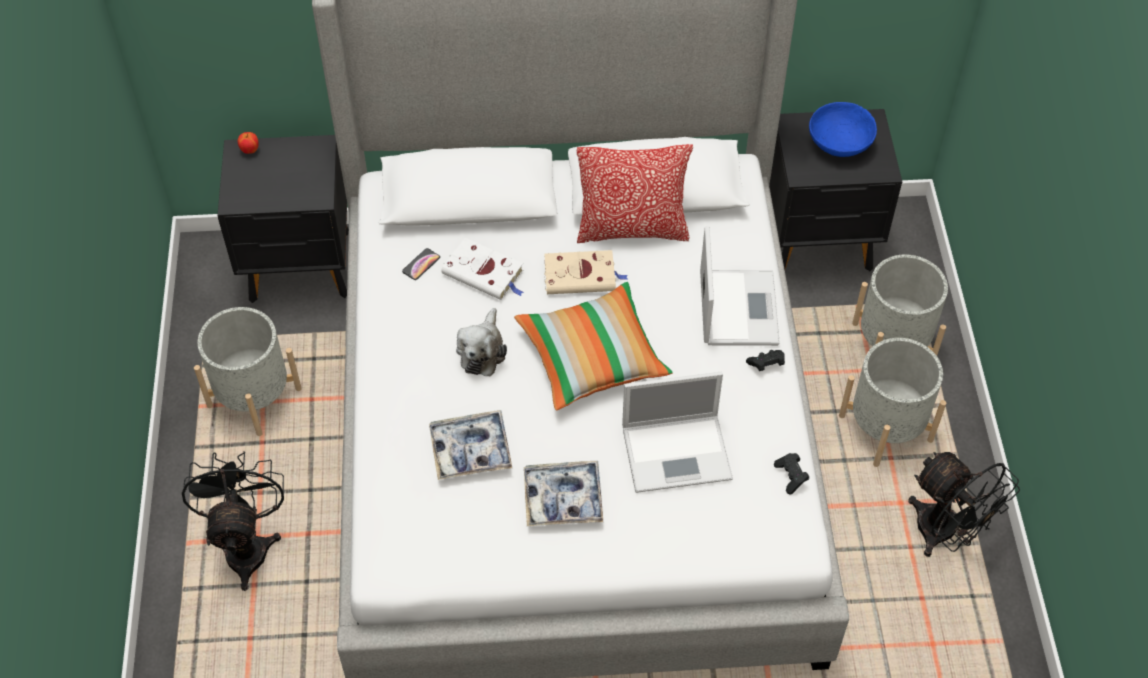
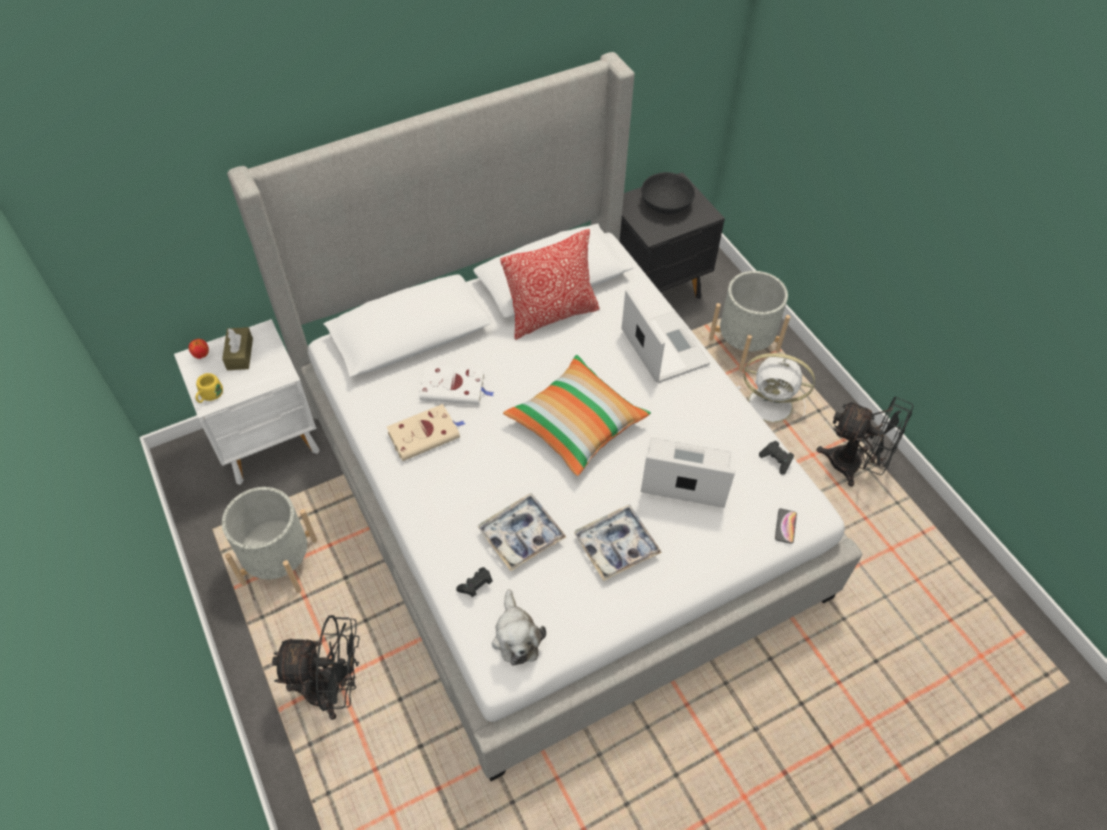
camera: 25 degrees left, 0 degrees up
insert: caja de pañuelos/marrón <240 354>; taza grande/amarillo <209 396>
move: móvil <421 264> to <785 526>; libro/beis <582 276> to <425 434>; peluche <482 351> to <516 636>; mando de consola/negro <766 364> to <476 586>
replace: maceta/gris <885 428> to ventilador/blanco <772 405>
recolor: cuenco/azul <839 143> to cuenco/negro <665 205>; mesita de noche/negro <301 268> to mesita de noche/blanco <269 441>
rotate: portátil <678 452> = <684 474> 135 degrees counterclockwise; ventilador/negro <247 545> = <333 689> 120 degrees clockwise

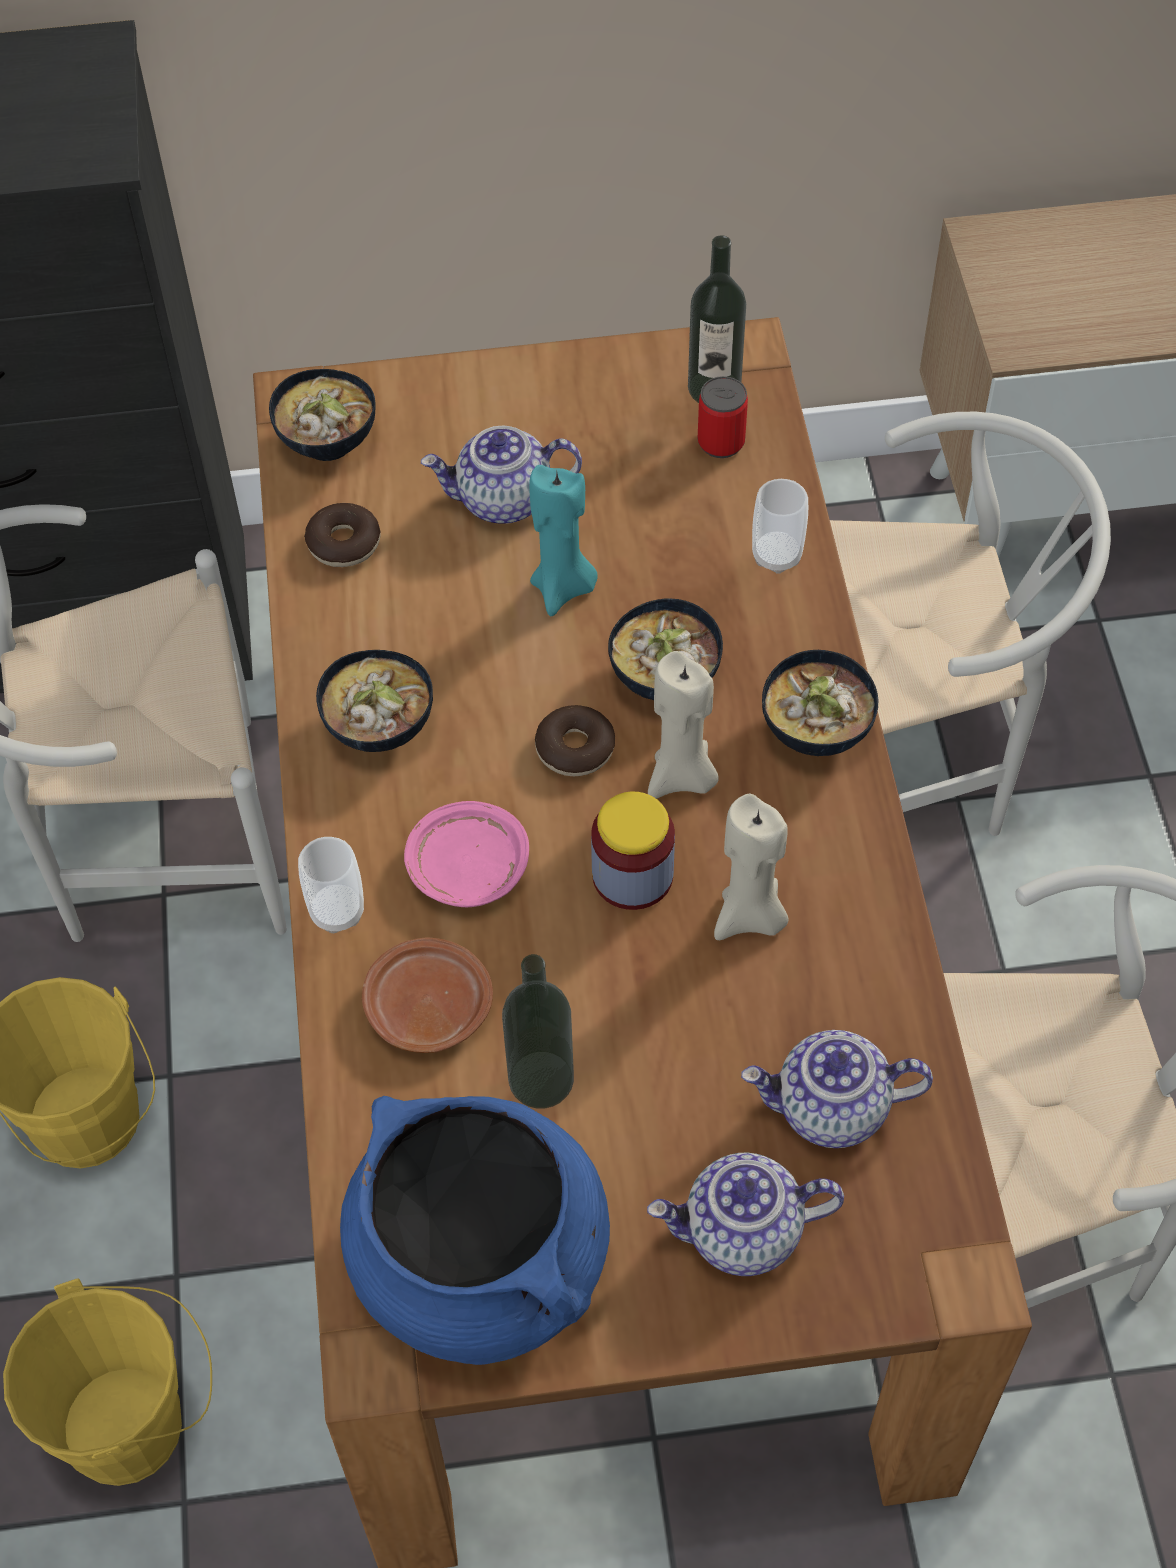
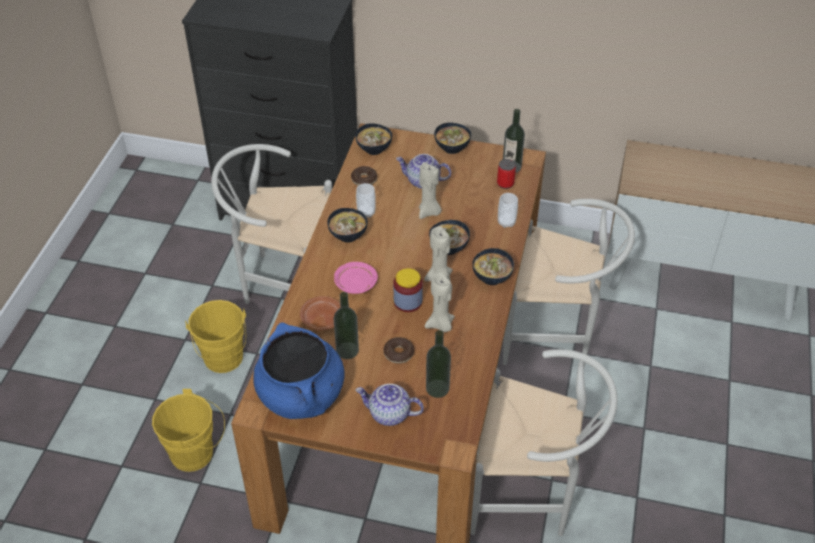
camera: 20 degrees right, 10 degrees down
insert: cuenco <452 147>
move: rosquilla <575 749> to <398 353>; taza <337 911> to <366 213>
replace: tetera <831 1109> to botella <437 388>
recolor: vela/turquesa <563 588> to vela/beis <429 212>

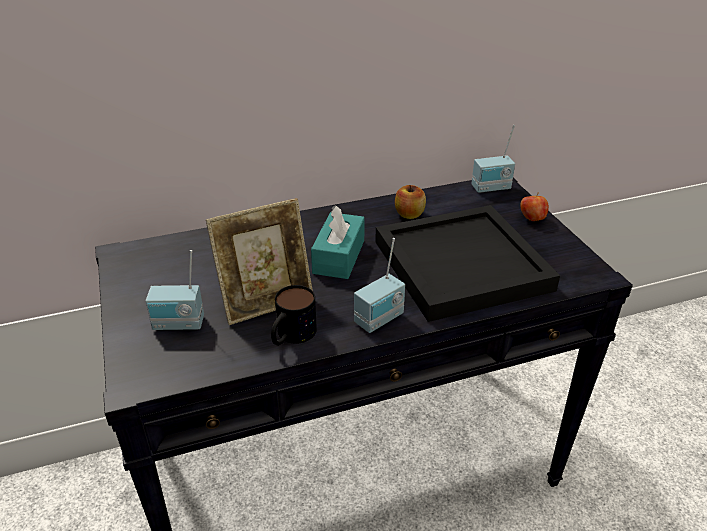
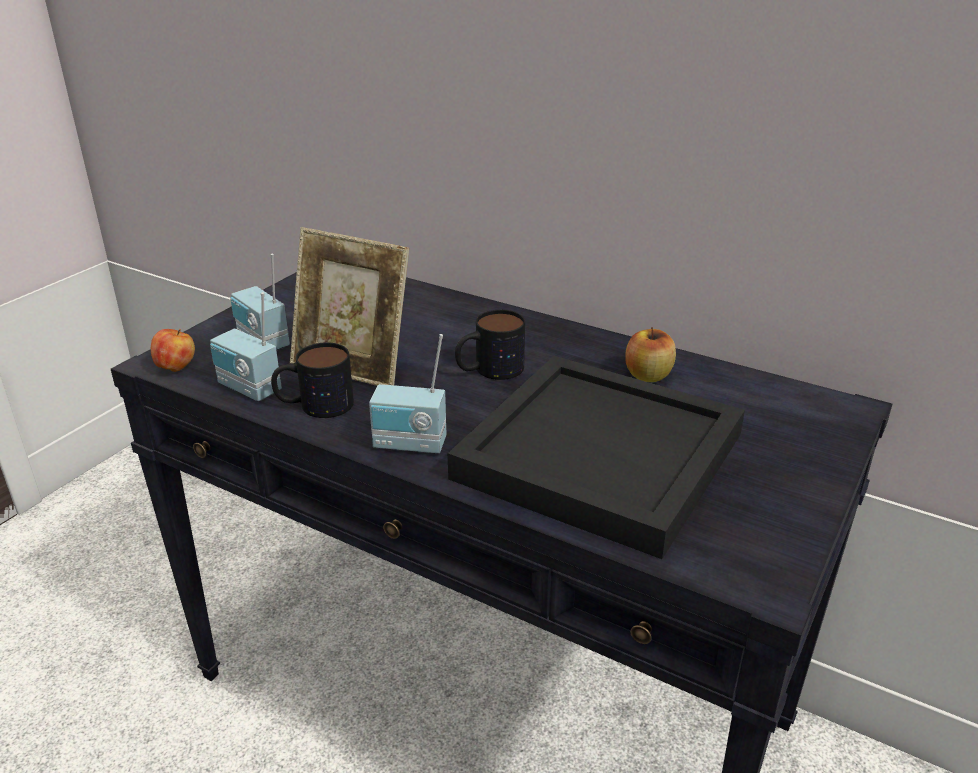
camera: 50 degrees right, 5 degrees down
move: radio <491 188> to <248 389>; manzana <532 219> to <176 367>
replace: caja de pañuelos/turquesa <339 257> to taza grande <489 370>

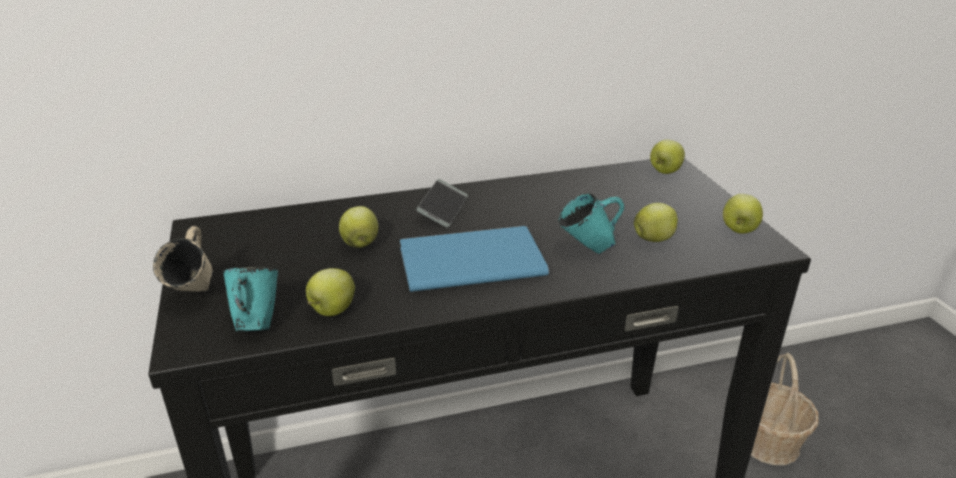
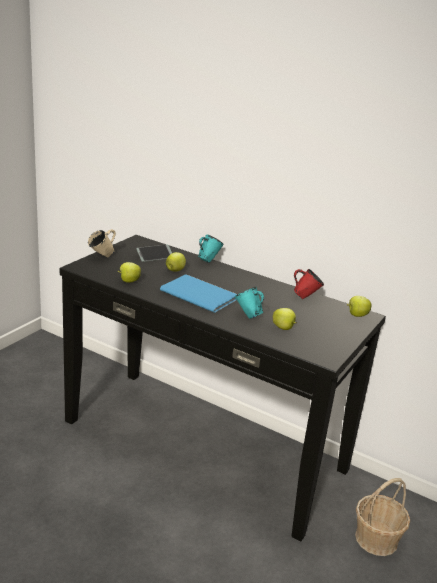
camera: 45 degrees right, 5 degrees down
delete: manzana <739 230>
insert: taza grande/rojo <305 297>
move: móvil <443 209> to <155 256>; taza grande/turquesa <256 324> to <208 260>

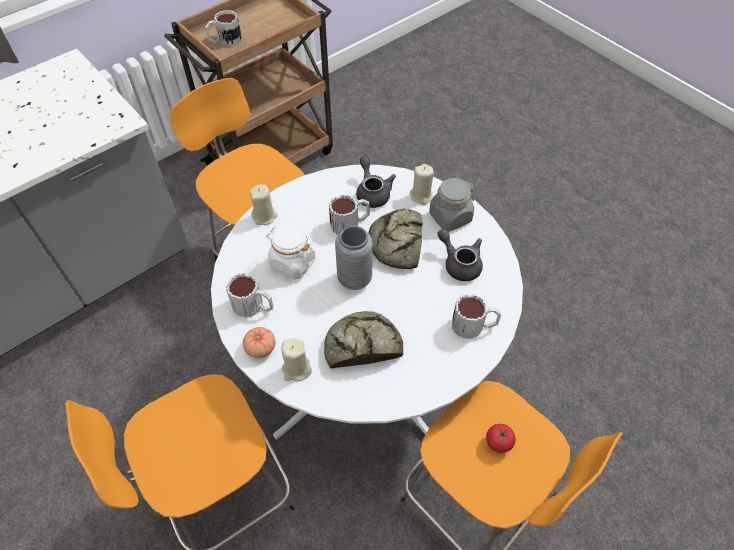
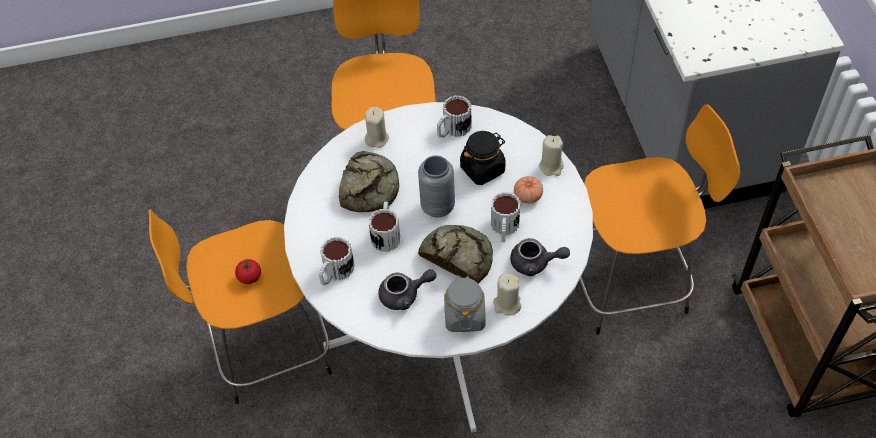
camera: 120 degrees right, 0 degrees up
move: taza grande <225 41> to <386 234>; tomate <260 348> to <528 196>
recolor: tarro/blanco <292 263> to tarro/negro <483 169>

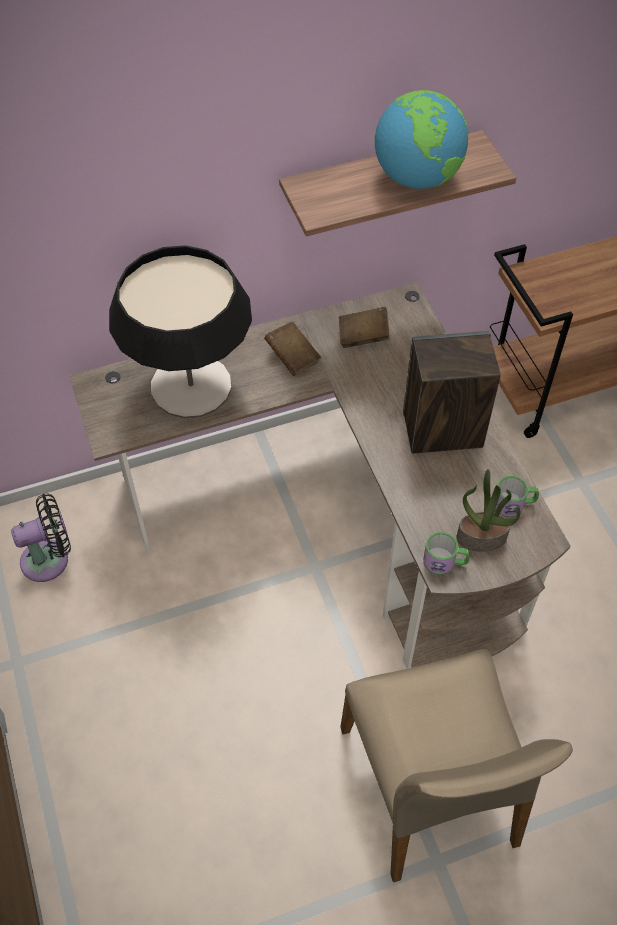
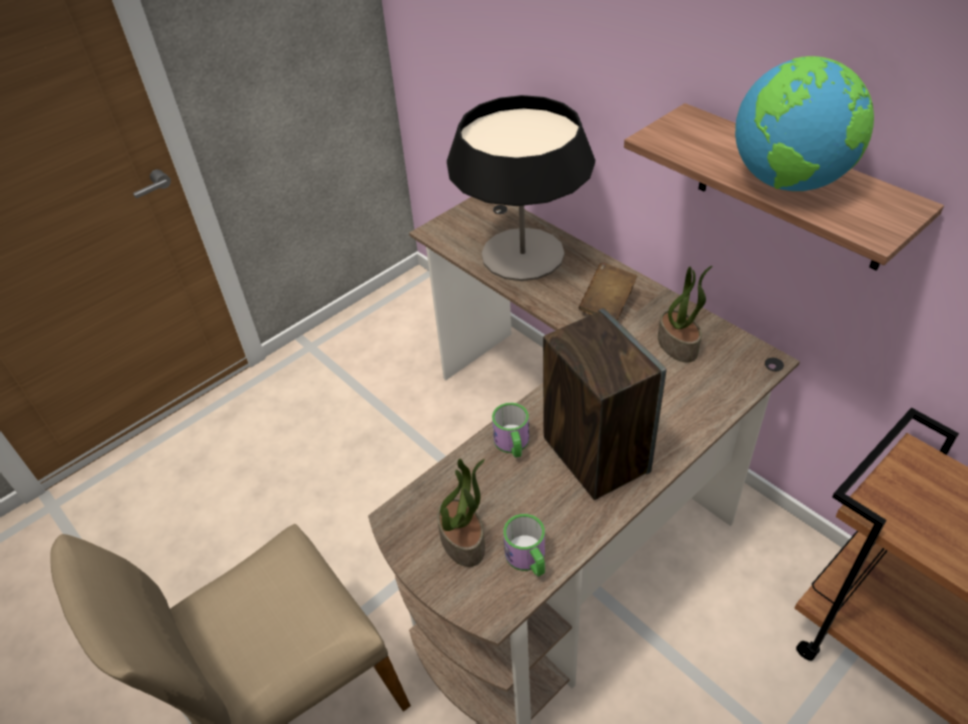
camera: 70 degrees right, 10 degrees down
delete: ventilador/negro <50 559>
move: taza grande <445 562> to <513 444>
replace: libro/marrón <363 336> to planta en maceta <678 345>

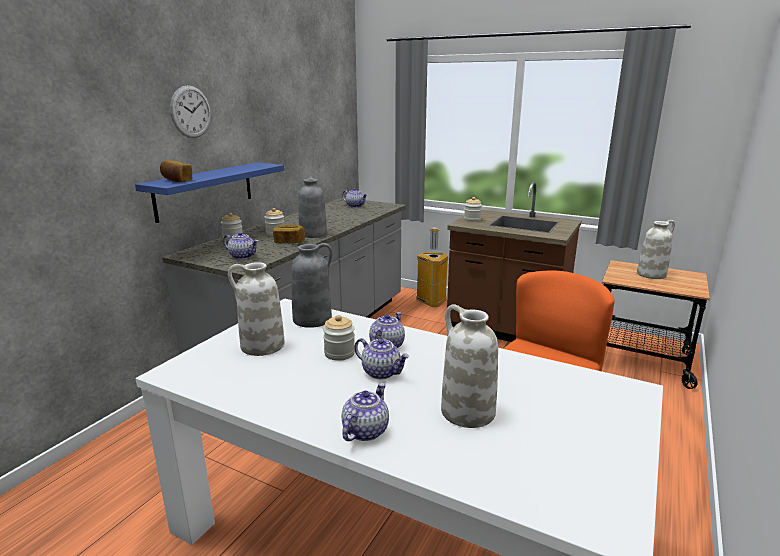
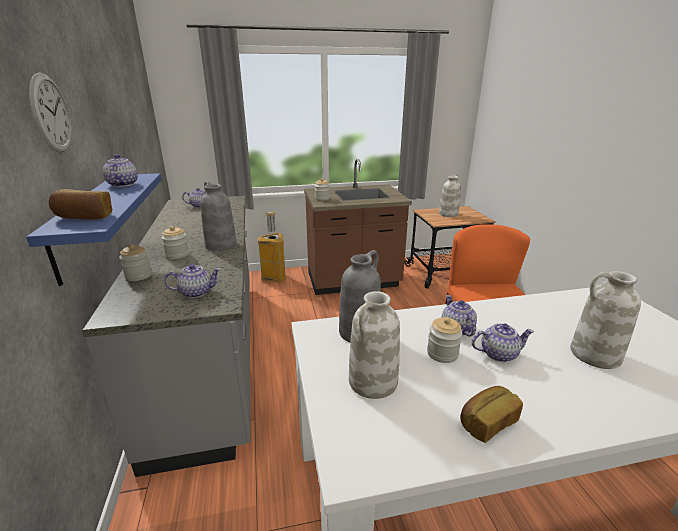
camera: 40 degrees left, 5 degrees up
move: pan <289 242> to <487 423>; tetera <365 430> to <122 184>

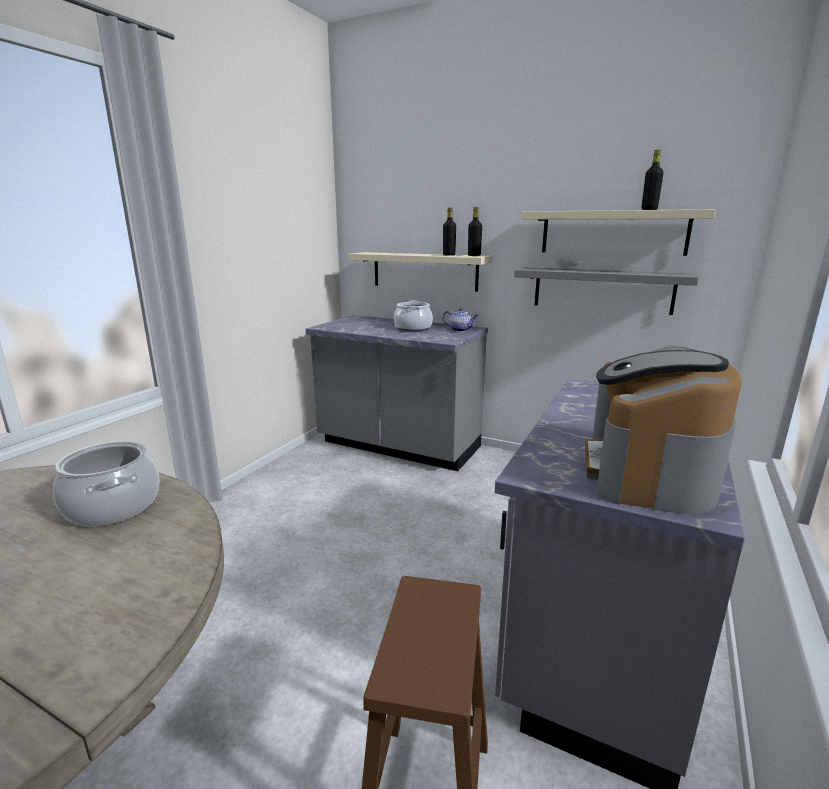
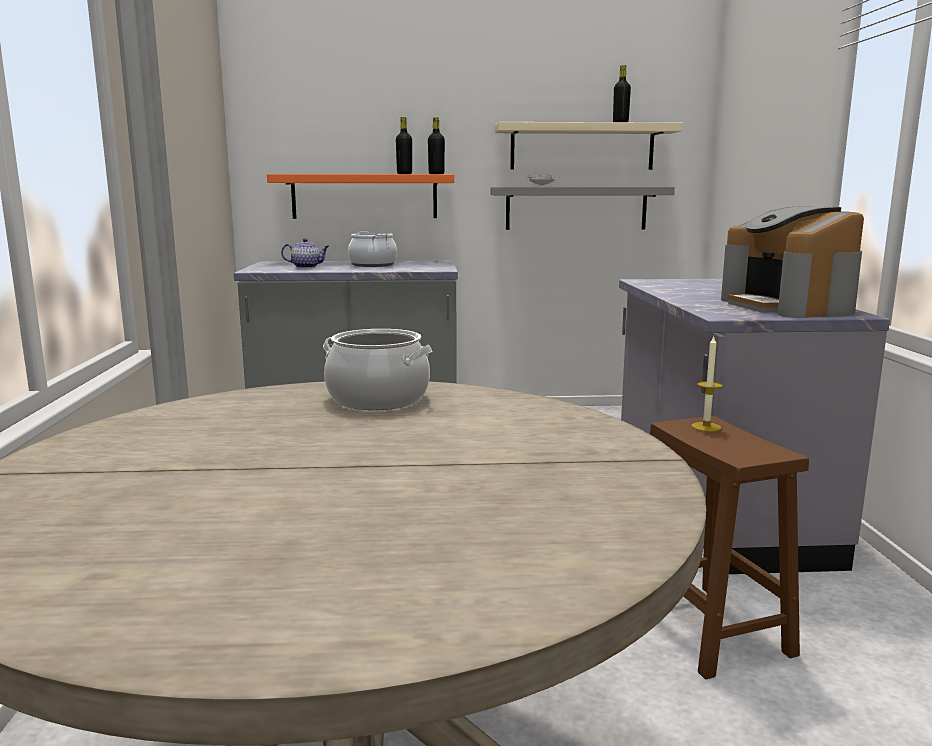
camera: 30 degrees left, 5 degrees down
insert: vela <706 427>
move: tetera <460 330> to <307 267>
recolor: estante/beis <424 271> to estante/naranja <364 196>

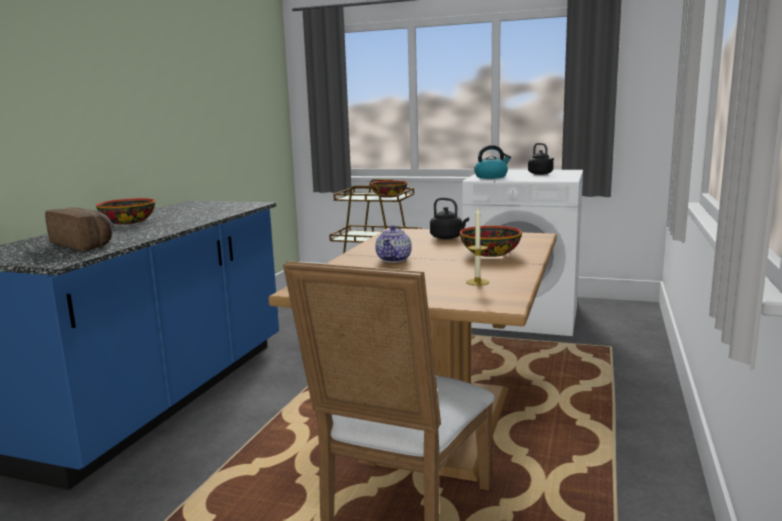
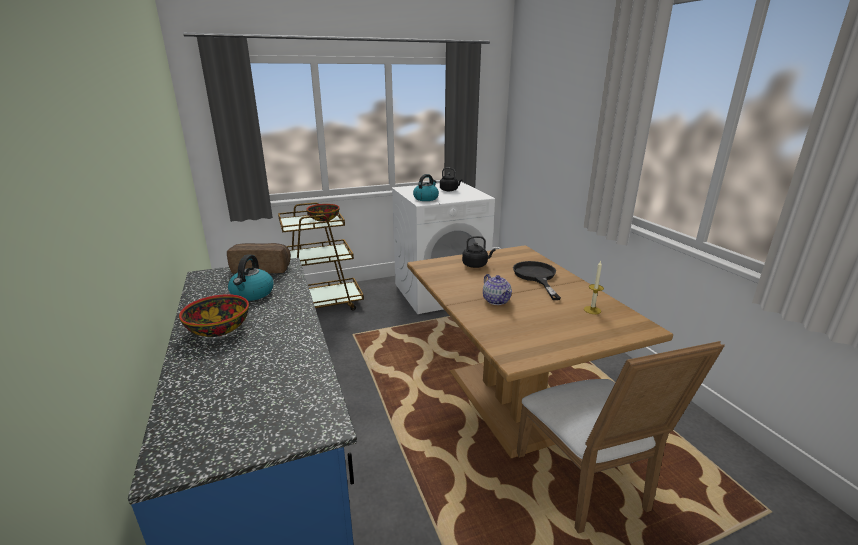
camera: 40 degrees left, 10 degrees up
insert: hervidor <252 294>
move: pan <85 244> to <262 268>
replace: cuenco <489 253> to sartén/negro <536 277>

